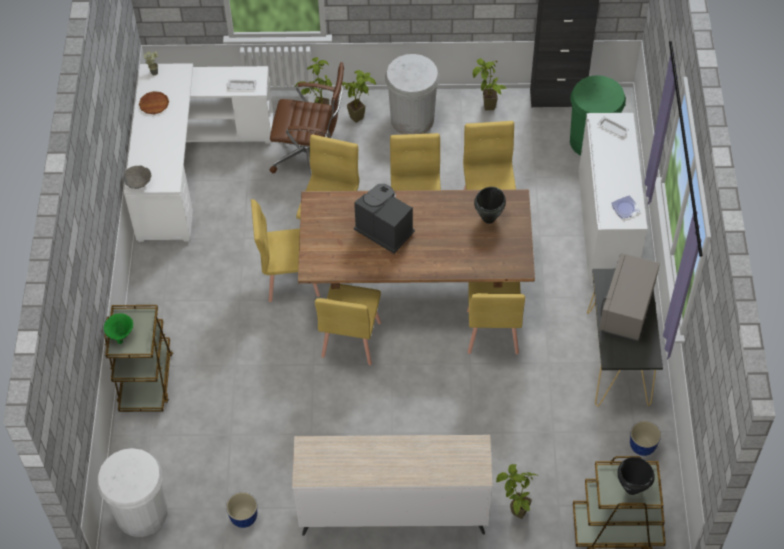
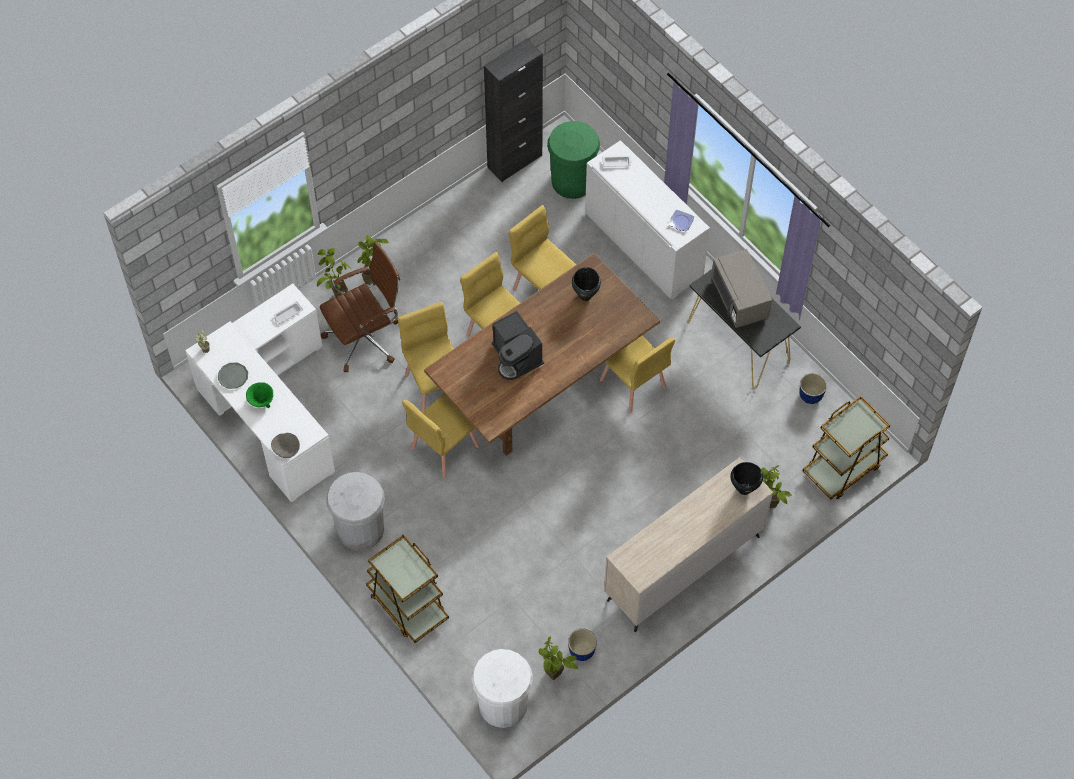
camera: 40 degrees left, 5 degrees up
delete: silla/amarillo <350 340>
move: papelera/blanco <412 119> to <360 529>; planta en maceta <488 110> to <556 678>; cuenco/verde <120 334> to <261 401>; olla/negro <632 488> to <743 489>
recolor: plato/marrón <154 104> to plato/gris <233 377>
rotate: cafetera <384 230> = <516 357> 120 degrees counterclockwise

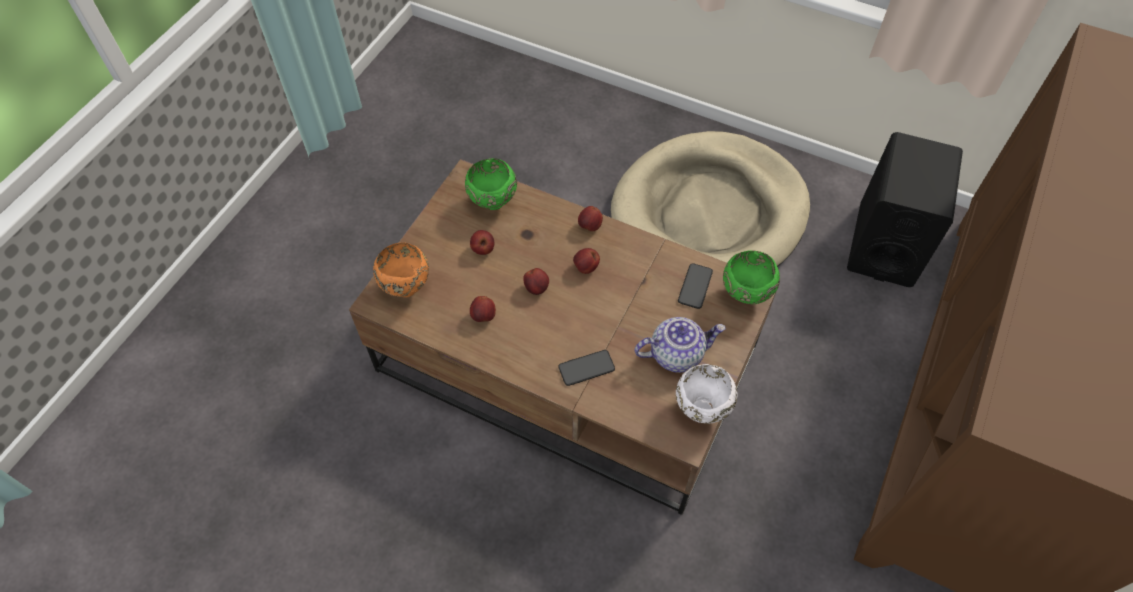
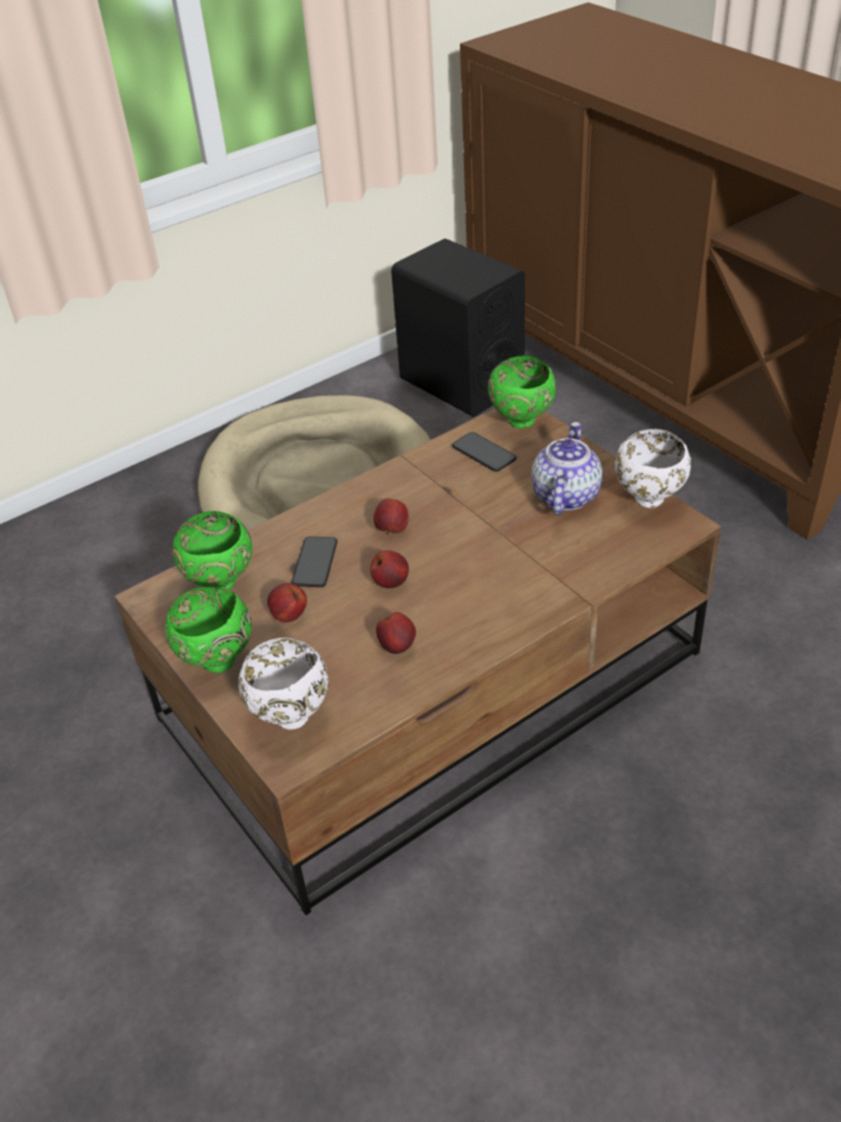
camera: 60 degrees left, 15 degrees down
delete: manzana <590 226>
insert: cuenco/verde <216 662>
move: móvil <586 368> to <315 563>
recolor: cuenco/naranja <406 287> to cuenco/blanco <289 716>

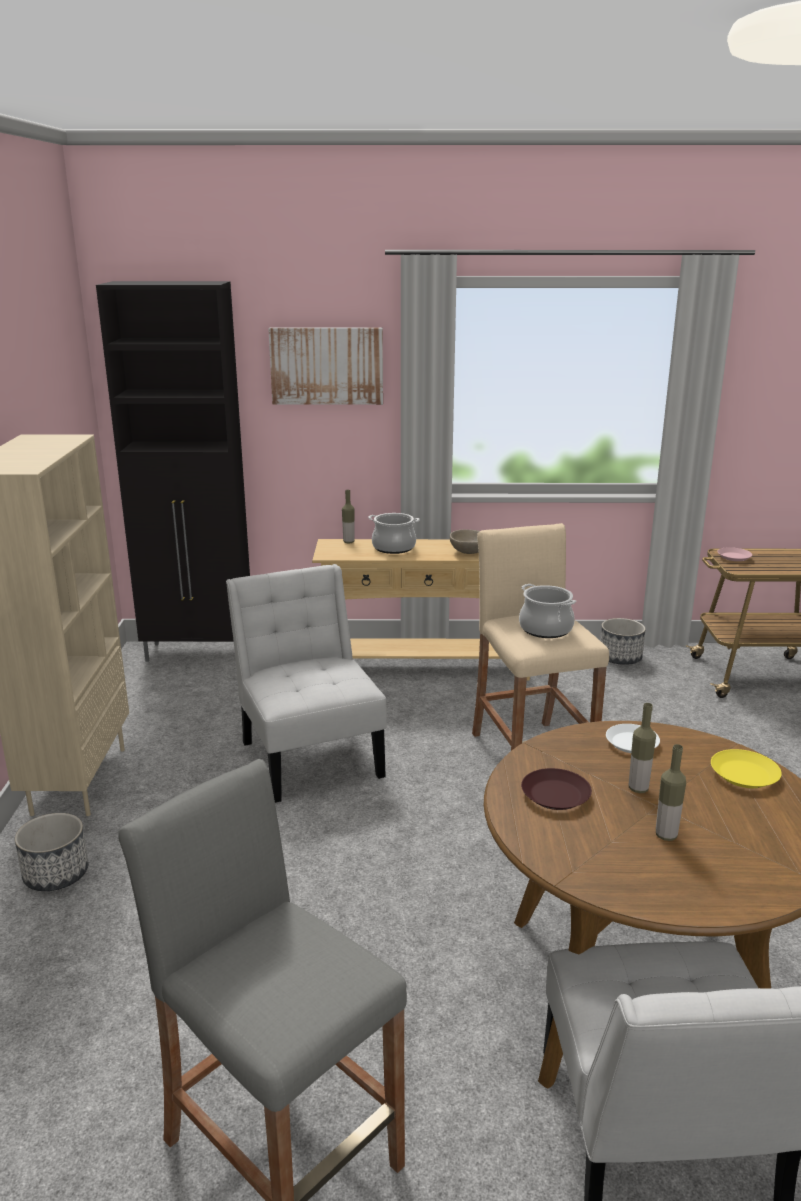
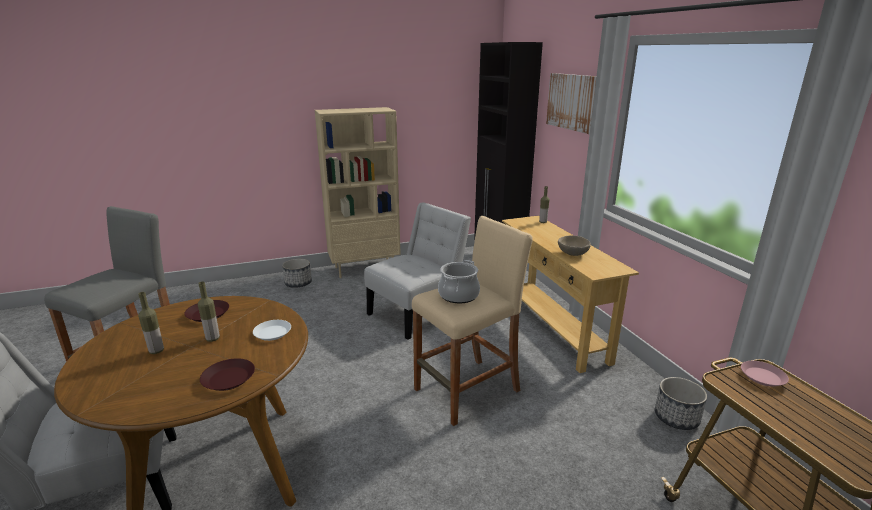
camera: 70 degrees right, 0 degrees up
delete: olla <394 547>
recolor: plato/amarillo <745 775> to plato/marrón <228 379>

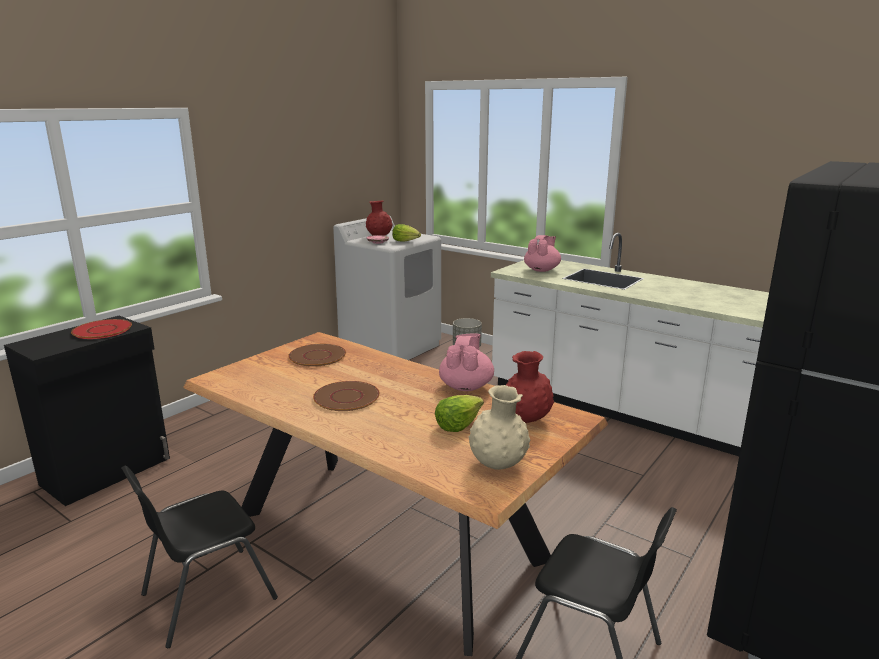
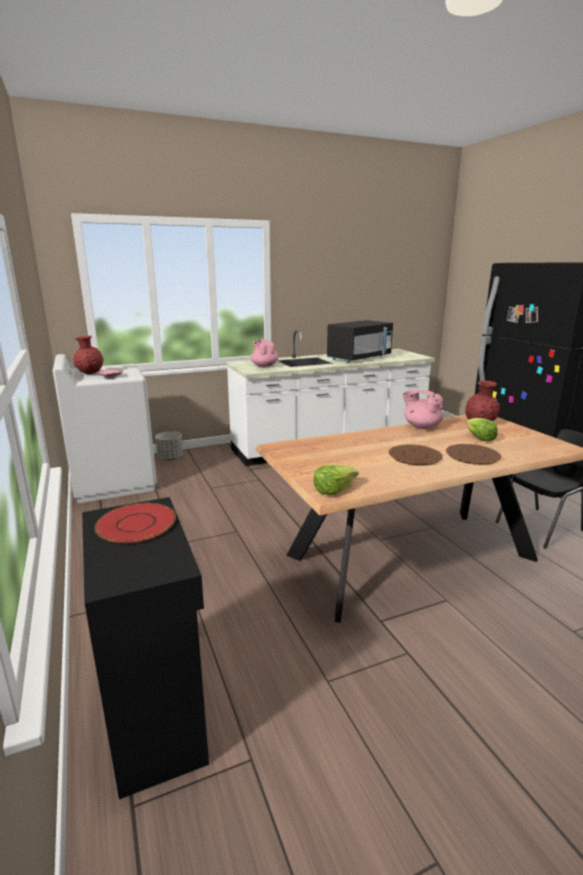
camera: 60 degrees left, 0 degrees up
delete: florero/beis <498 464>; silla/negro <206 596>
insert: microondas/negro <359 358>
move: lechuga <406 241> to <333 490>; plato/marrón <317 356> to <473 455>

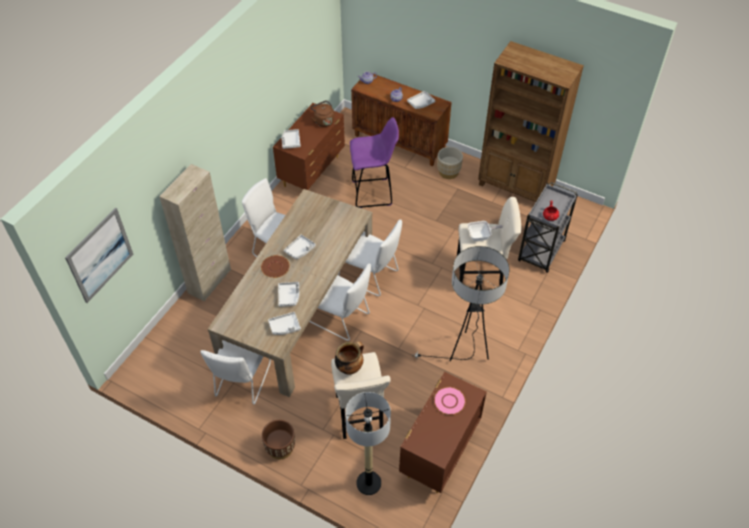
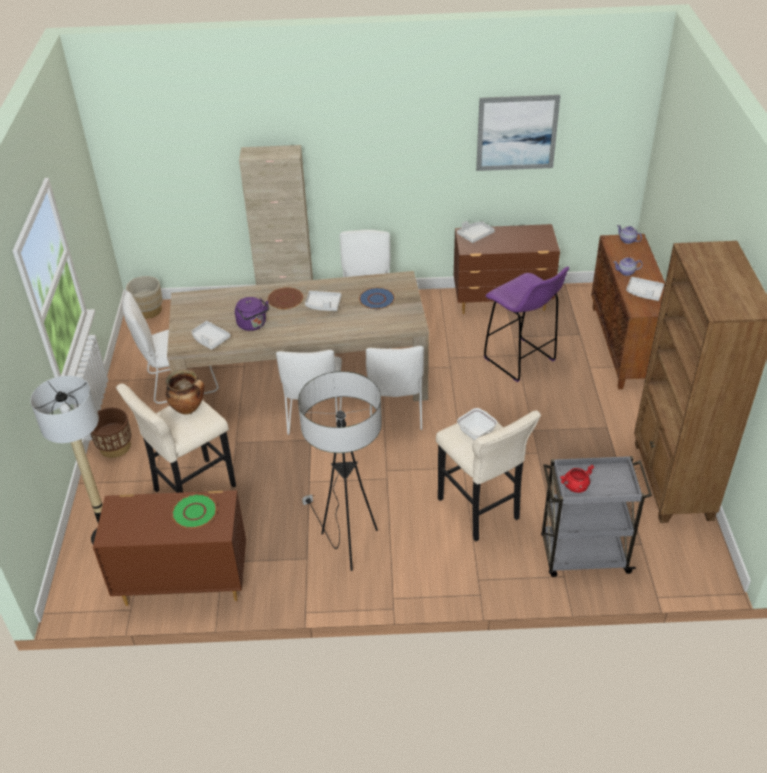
camera: 60 degrees right, 10 degrees down
delete: hervidor/marrón <323 121>
insert: plato/azul <377 299>
move: maceta/beis <448 172> to <148 311>; cuadro <100 255> to <517 133>
replace: bandeja/blanco <289 296> to hervidor/morado <253 325>
recolor: plato/rosa <449 401> to plato/verde <194 512>

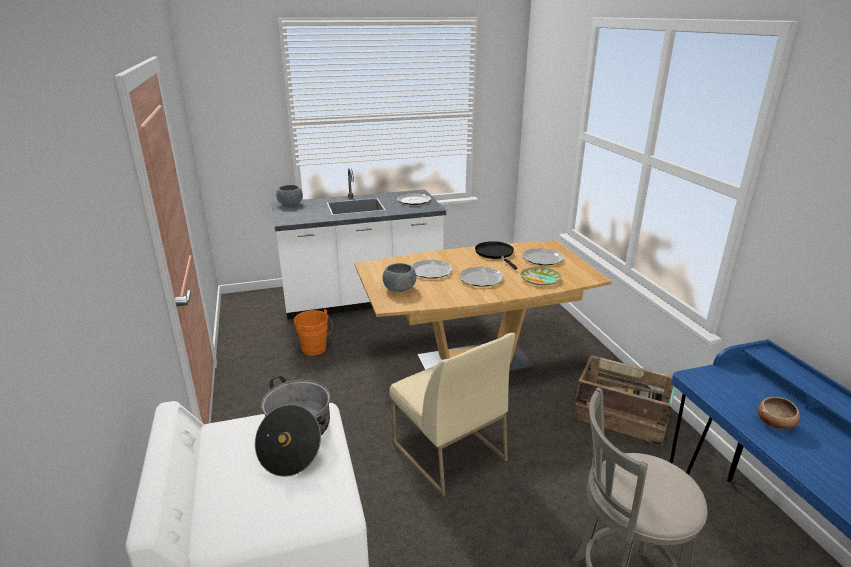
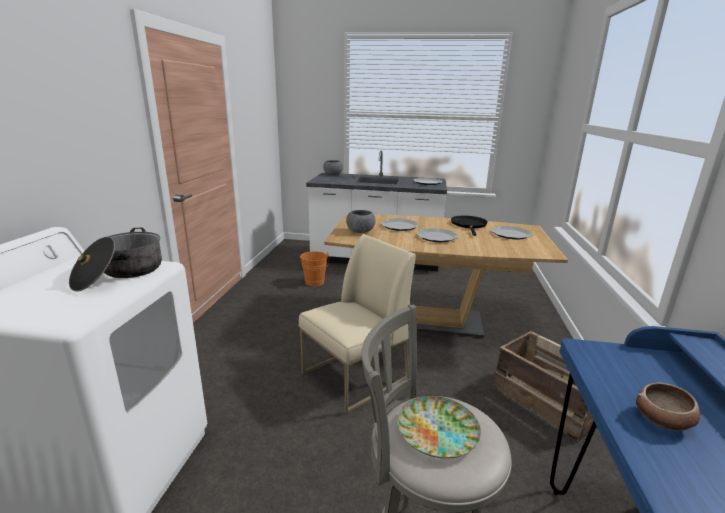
camera: 25 degrees right, 5 degrees down
move: plato <540 279> to <438 430>
rotate: silla/beis <447 451> = <354 377> 120 degrees counterclockwise

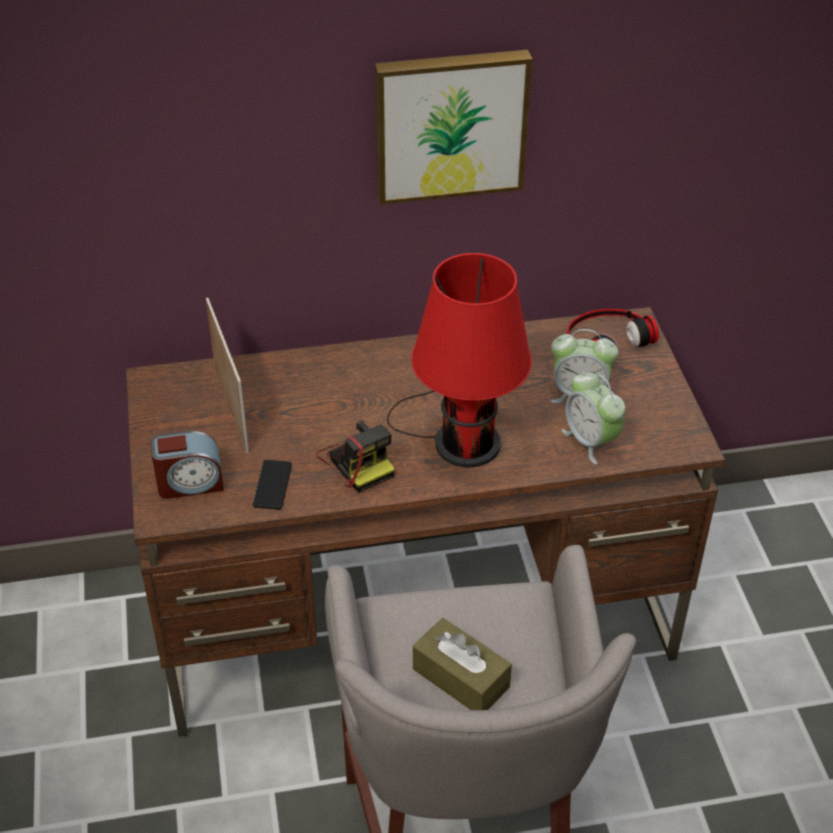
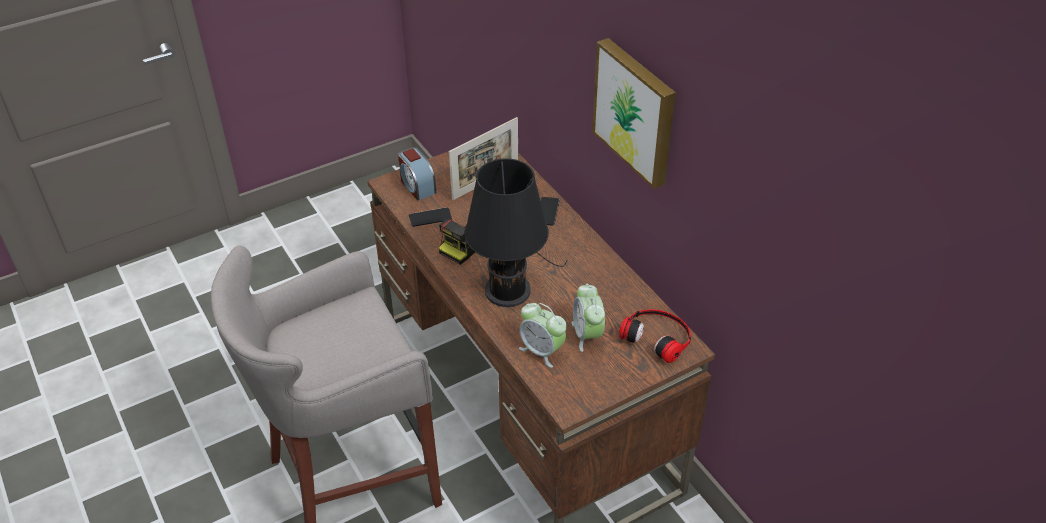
camera: 70 degrees right, 0 degrees up
delete: caja de pañuelos/marrón <460 678>
insert: móvil <547 211>
recolor: lámpara de mesa/rojo <461 440> to lámpara de mesa/negro <510 287>
rotate: despertador <590 441> = <542 351> 90 degrees counterclockwise

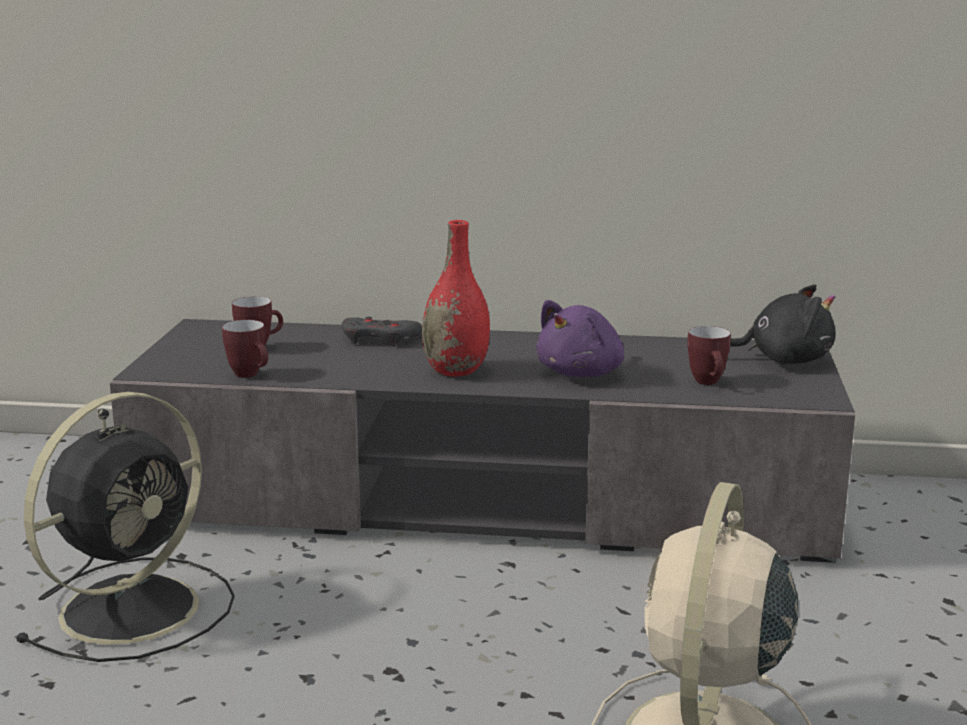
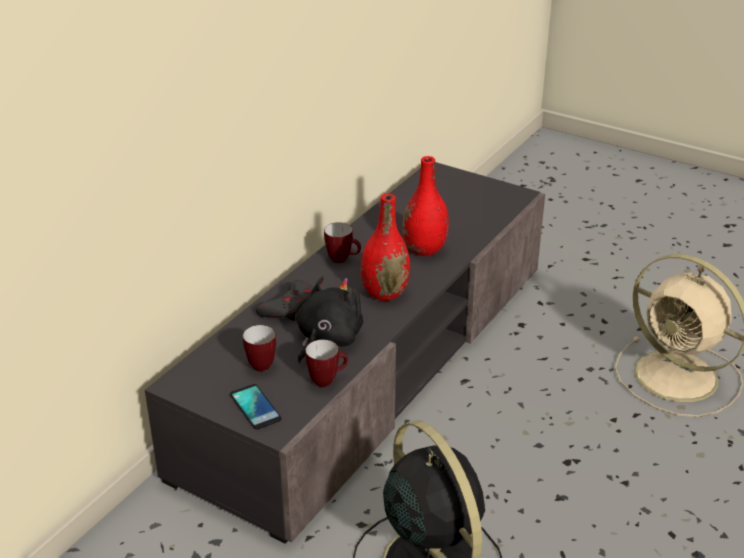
camera: 65 degrees left, 15 degrees up
insert: móvil <255 407>
move: peluche/negro <783 360> to <327 339>; taza grande <709 383> to <343 259>
replace: peluche/morado <583 373> to florero/rojo <424 250>

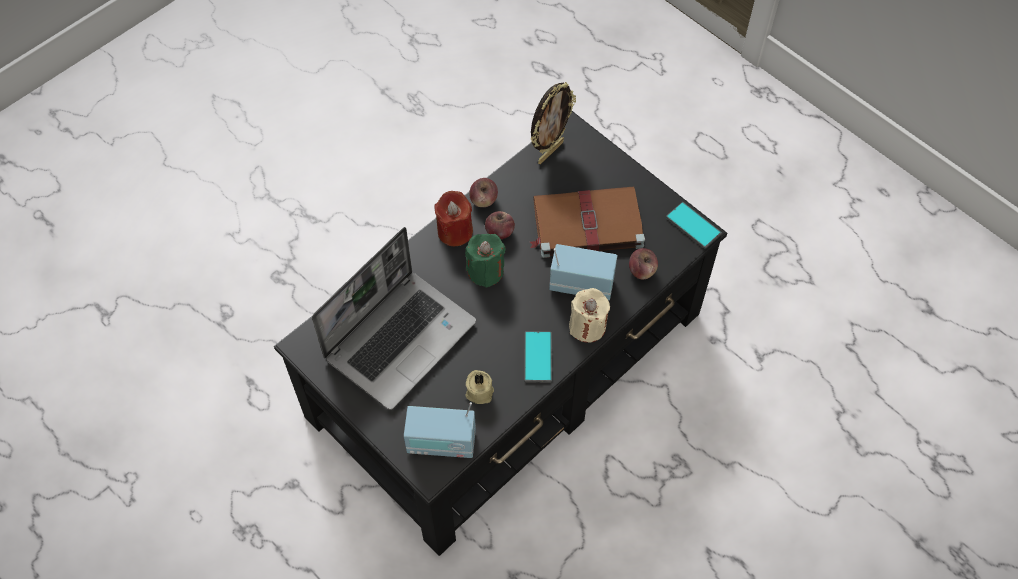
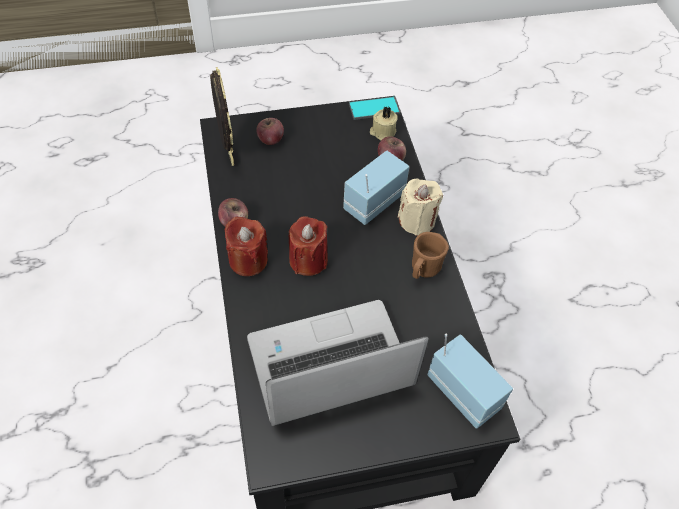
camera: 60 degrees left, 5 degrees down
delete: libro/marrón <585 224>
move: manzana <499 232> to <270 139>; vela/beis <479 391> to <382 132>
replace: móvil <538 357> to taza grande/marrón <423 270>
recolor: vela/verde <485 271> to vela/rojo <308 260>
rotate: portátil <400 338> = <328 366> 90 degrees counterclockwise; radio <441 443> = <464 392> 75 degrees counterclockwise

